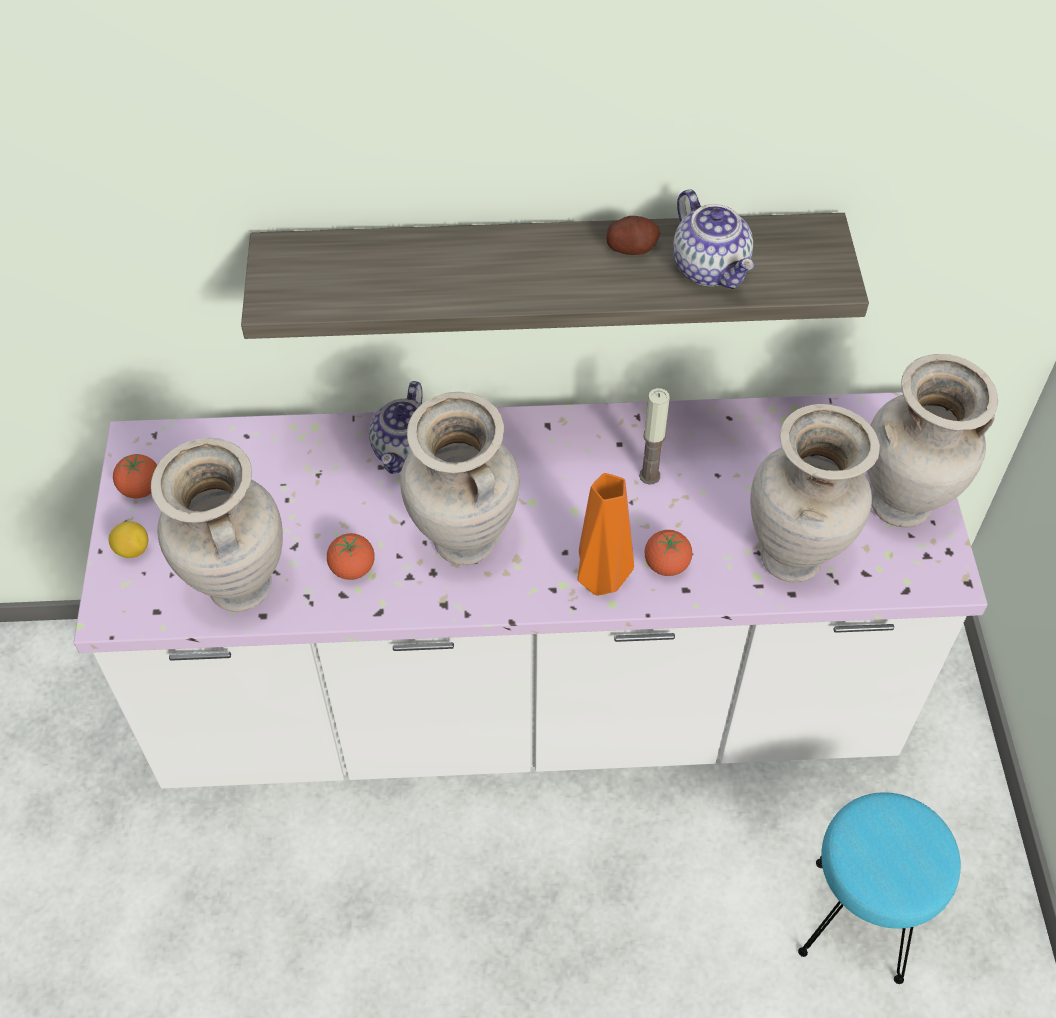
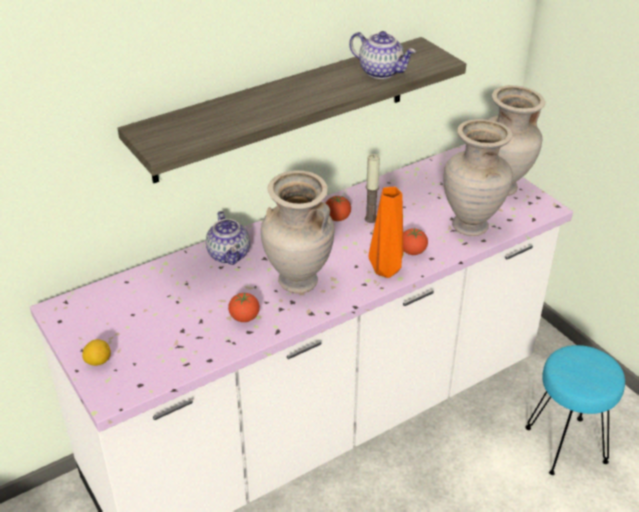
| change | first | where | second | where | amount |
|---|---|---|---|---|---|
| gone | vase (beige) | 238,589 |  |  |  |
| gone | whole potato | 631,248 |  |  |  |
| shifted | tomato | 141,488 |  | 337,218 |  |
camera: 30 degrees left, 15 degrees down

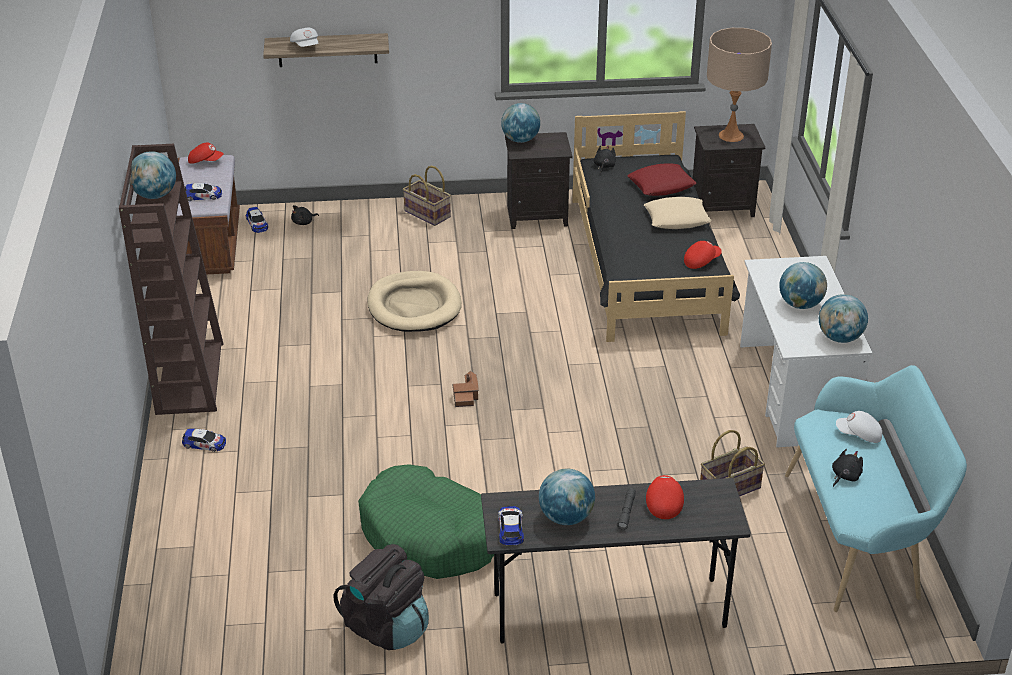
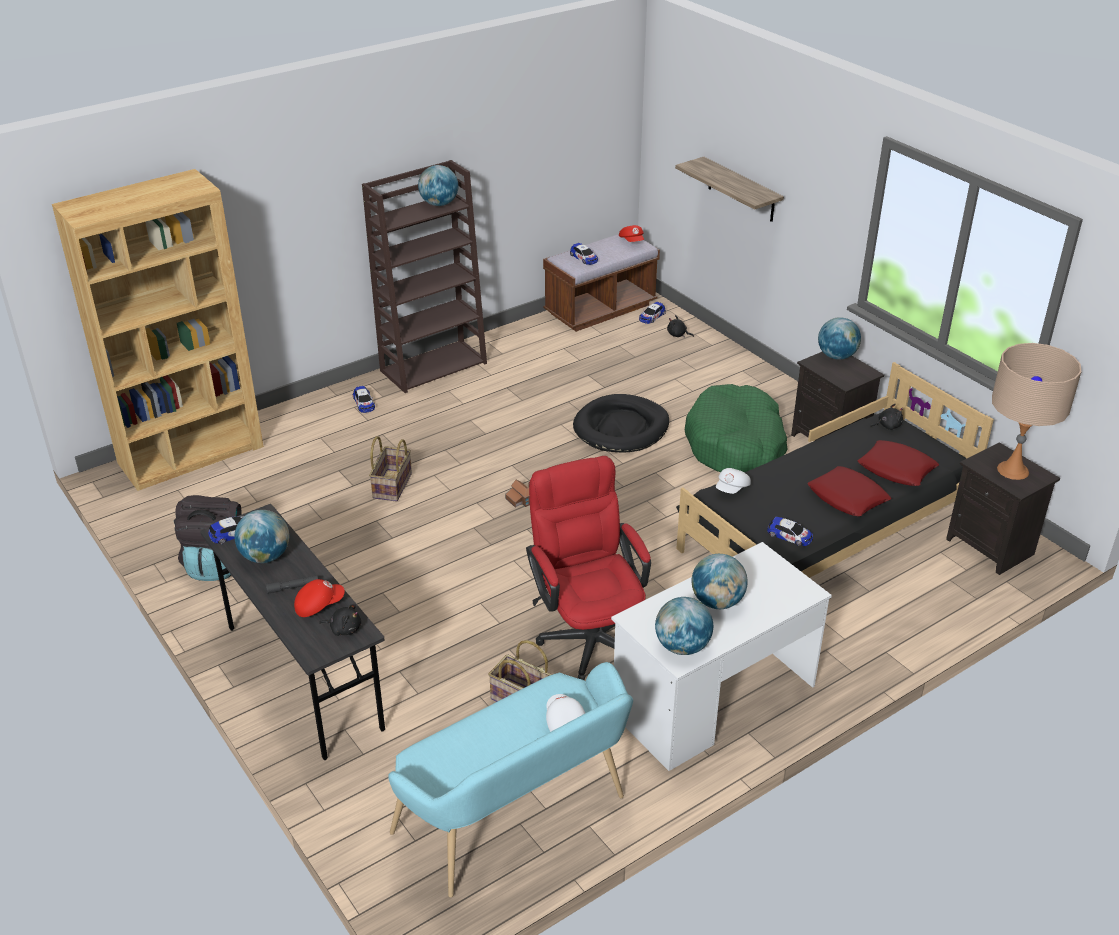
| change | first | where | second | where | amount |
|---|---|---|---|---|---|
| new |  |  | bookcase (brownish) | 191,454 |  |
| new |  |  | computer chair (reddish) | 588,633 |  |
| shifted | peaked cap (whitish) | 306,46 |  | 732,489 |  |
| shifted | dog cushion (green) | 431,536 |  | 736,445 |  |
| shifted | storage basket | 426,214 |  | 391,485 |  |
| shifted | cuddly toy (black-coloured) | 845,476 |  | 344,629 |  |
| swapped | peaked cap (reddish) | 701,261 | model car | 789,535 |  |
| repainted | dog cushion (beige) | 414,306 | dog cushion (black-coloured) | 621,428 |  |
| repainted | throw pillow (beige) | 677,218 | throw pillow (reddish) | 847,497 |  |
camera: 60 degrees right, 0 degrees up

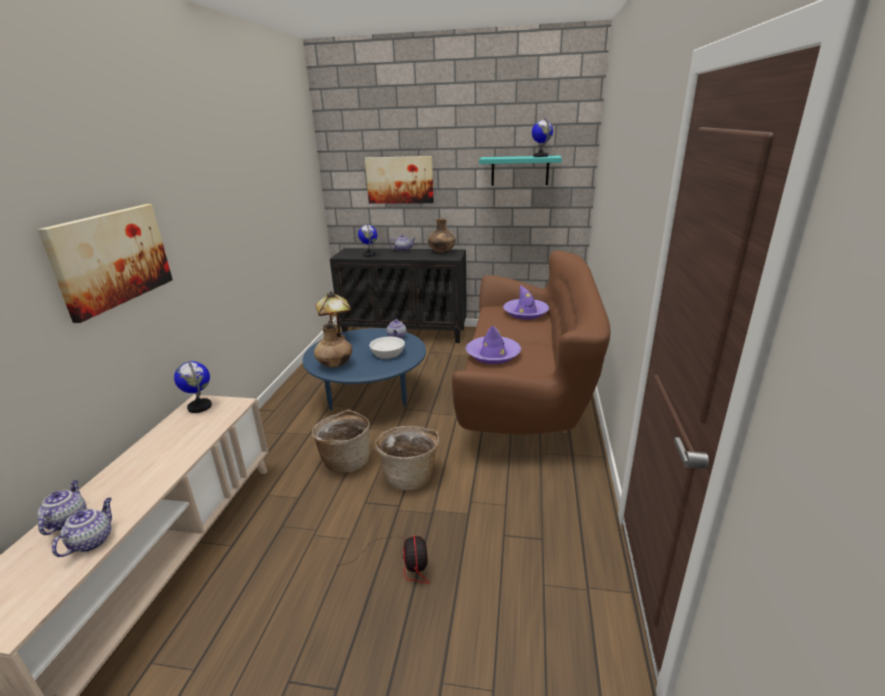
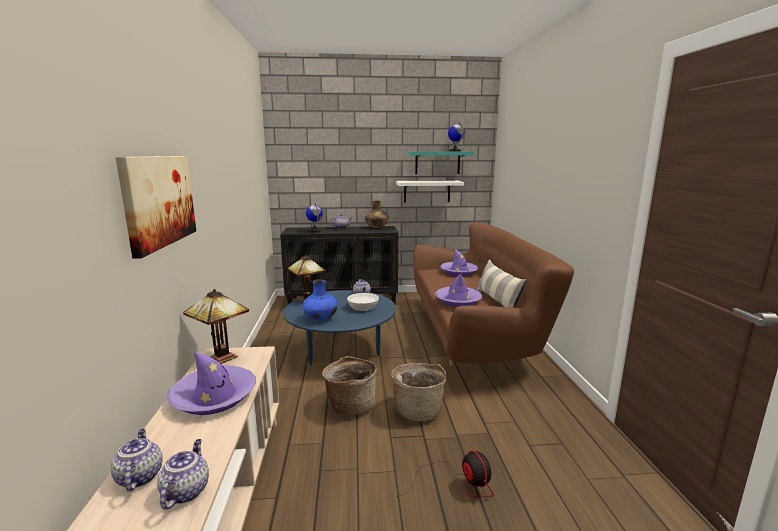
| change | first | where | second | where | amount |
|---|---|---|---|---|---|
| gone | wall art | 400,180 |  |  |  |
| new |  |  | hat (purple-coloured) | 214,397 |  |
| new |  |  | wall shelf (whitish) | 427,191 |  |
| new |  |  | throw pillow | 497,300 |  |
| swapped | globe | 200,406 | tabletop lamp | 220,358 |  |
| repainted | vase (brownish) | 335,365 | vase (blue) | 321,318 |  |
camera: 15 degrees left, 10 degrees down

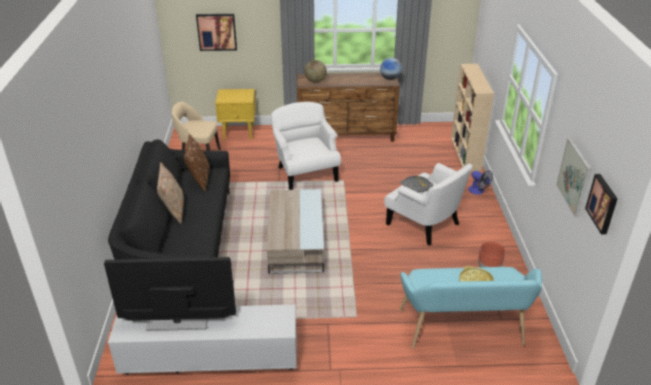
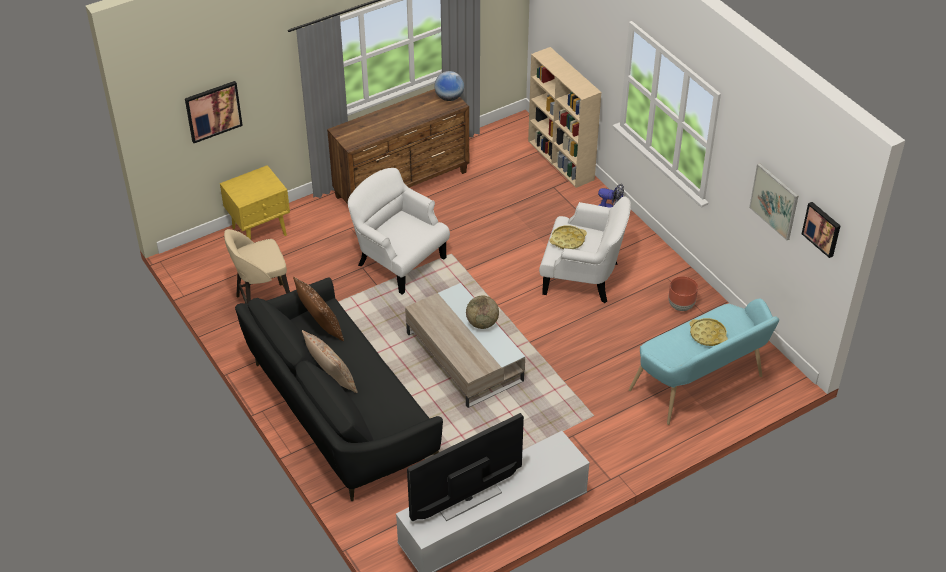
| change | first | where | second | where | amount |
|---|---|---|---|---|---|
| shifted | globe | 315,81 |  | 482,323 |  |
| repainted | serving tray (grey) | 416,186 | serving tray (yellowish) | 567,240 |  |
camera: 30 degrees left, 10 degrees up

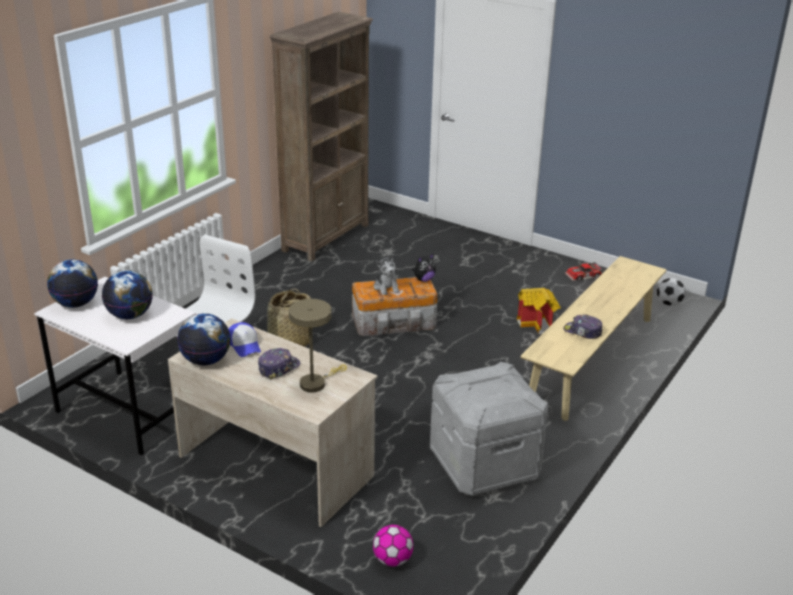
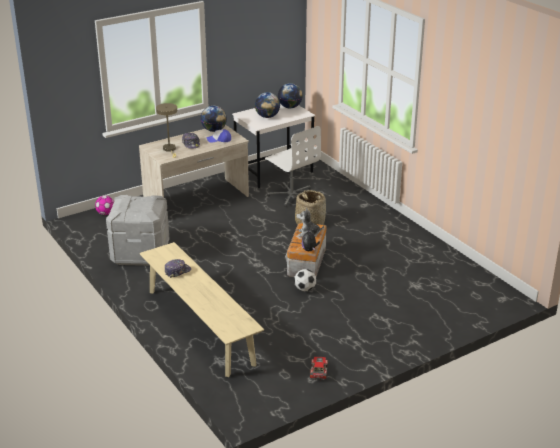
| change | first | where | second | where | amount |
|---|---|---|---|---|---|
| gone | bookcase (brownish) | 326,237 |  |  |  |
| gone | miniature house | 538,324 |  |  |  |
| shifted | football | 669,303 |  | 305,289 |  |
camera: 115 degrees right, 0 degrees up

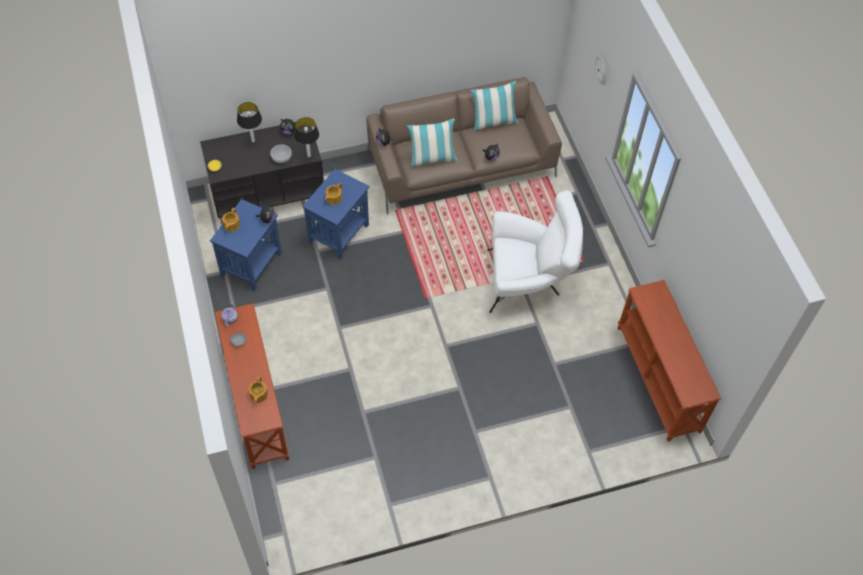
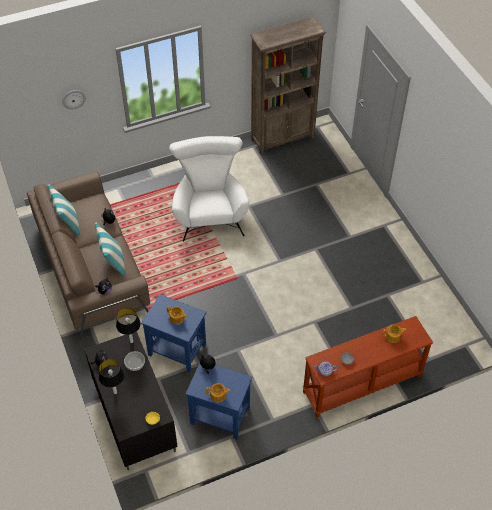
| change | first | where | second | where | amount |
|---|---|---|---|---|---|
| swapped | narrow table (brownish) | 659,378 | bookcase (brownish) | 283,138 |  |
camera: 95 degrees left, 5 degrees down

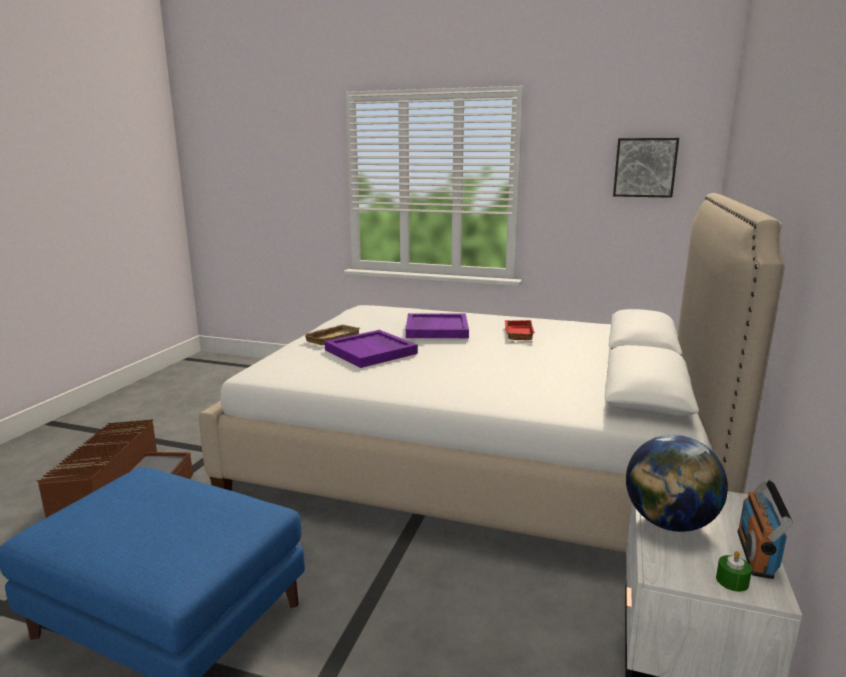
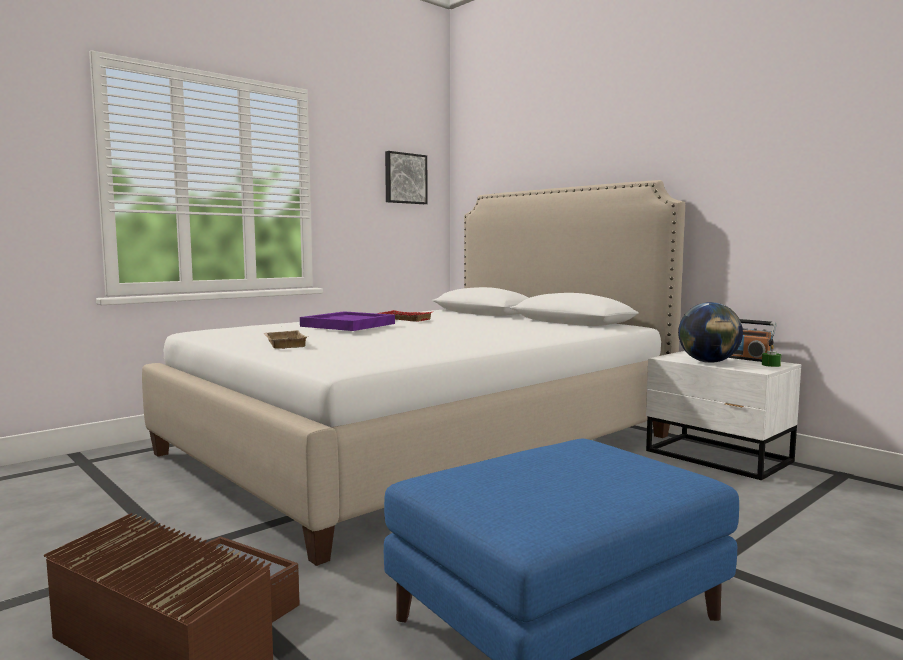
| change | first | where | second | where | amount |
|---|---|---|---|---|---|
| gone | serving tray (purple-coloured) | 371,351 |  |  |  |
camera: 60 degrees left, 10 degrees down

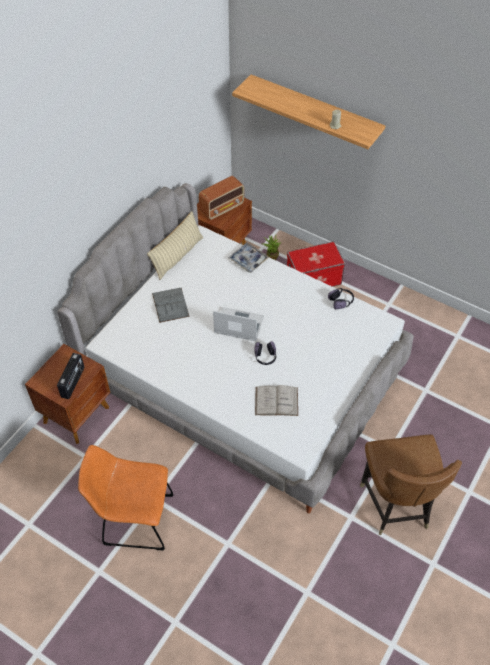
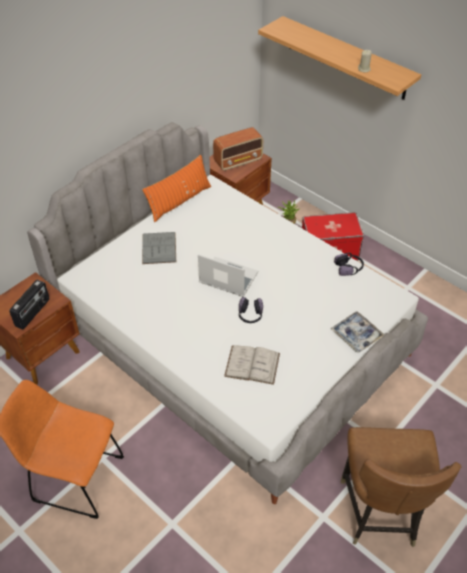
| change | first | where | second | where | amount |
|---|---|---|---|---|---|
| shifted | serving tray | 248,260 |  | 356,335 |  |
| repainted | throw pillow (beige) | 177,256 | throw pillow (orangey) | 179,201 |  |
camera: 10 degrees right, 5 degrees down

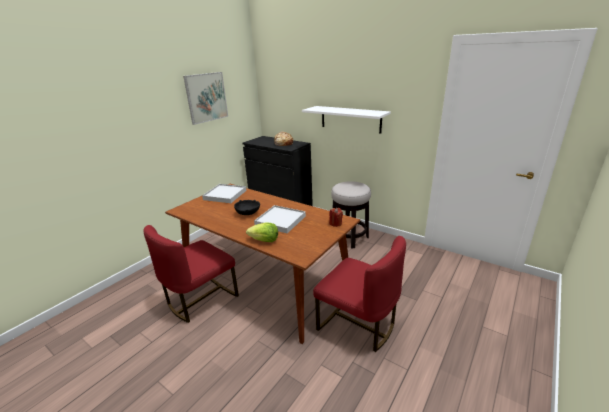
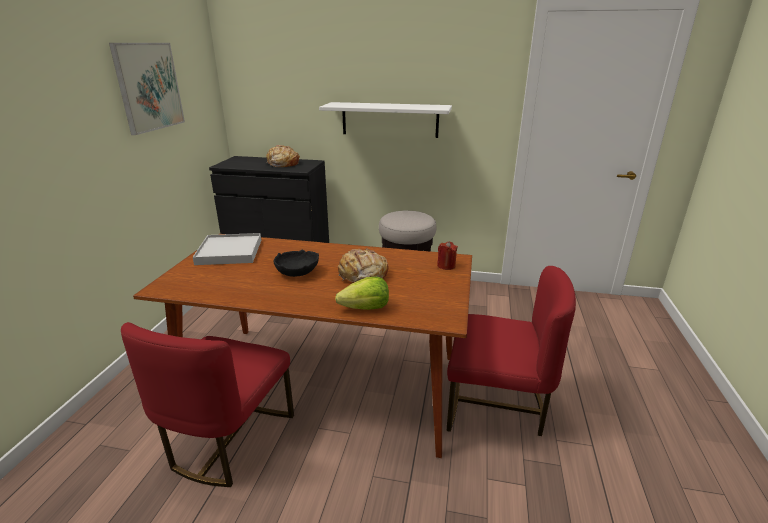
| change | first | where | second | where | amount |
|---|---|---|---|---|---|
| swapped | serving tray (whitish) | 280,221 | bakery bread | 362,275 |  |
camera: 25 degrees left, 0 degrees up

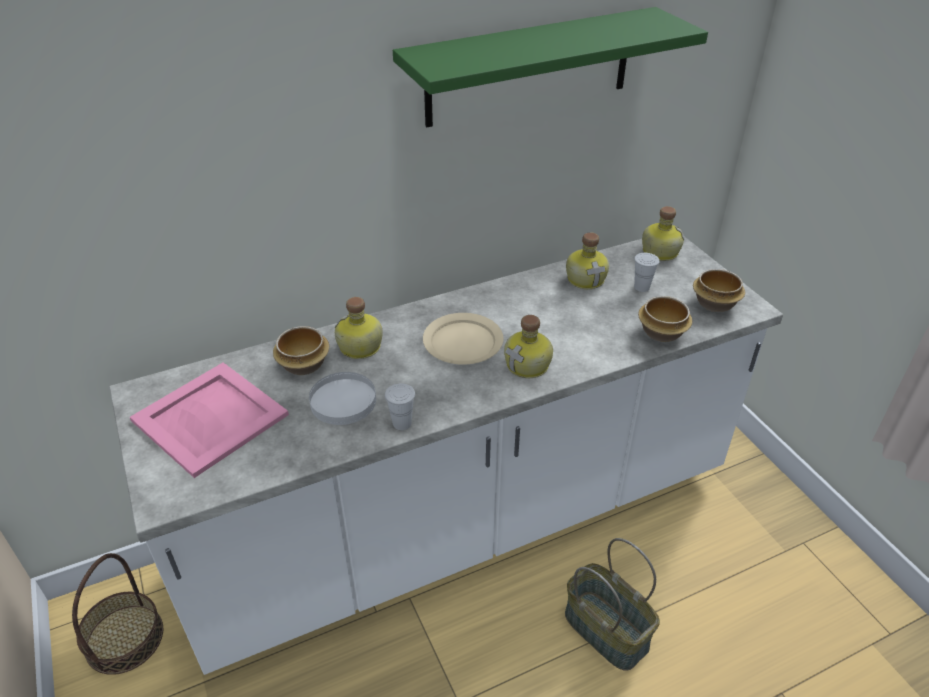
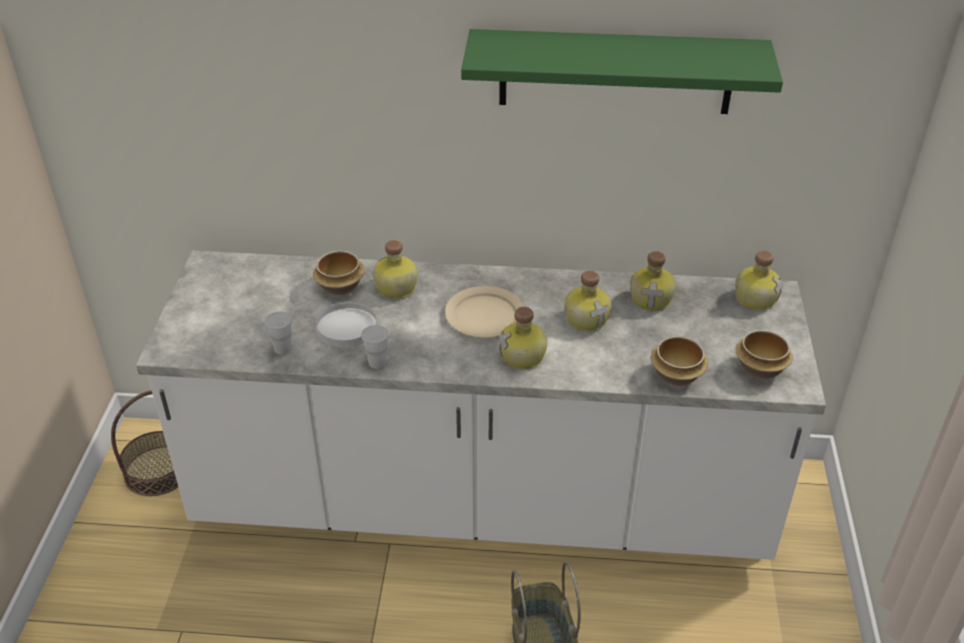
| change | first | where | second | where | amount |
|---|---|---|---|---|---|
| gone | serving tray (pinkish) | 210,419 |  |  |  |
| new |  |  | drink bottle | 587,318 |  |
| shifted | cup (whitish) | 641,287 |  | 282,348 |  |
camera: 30 degrees right, 0 degrees up

